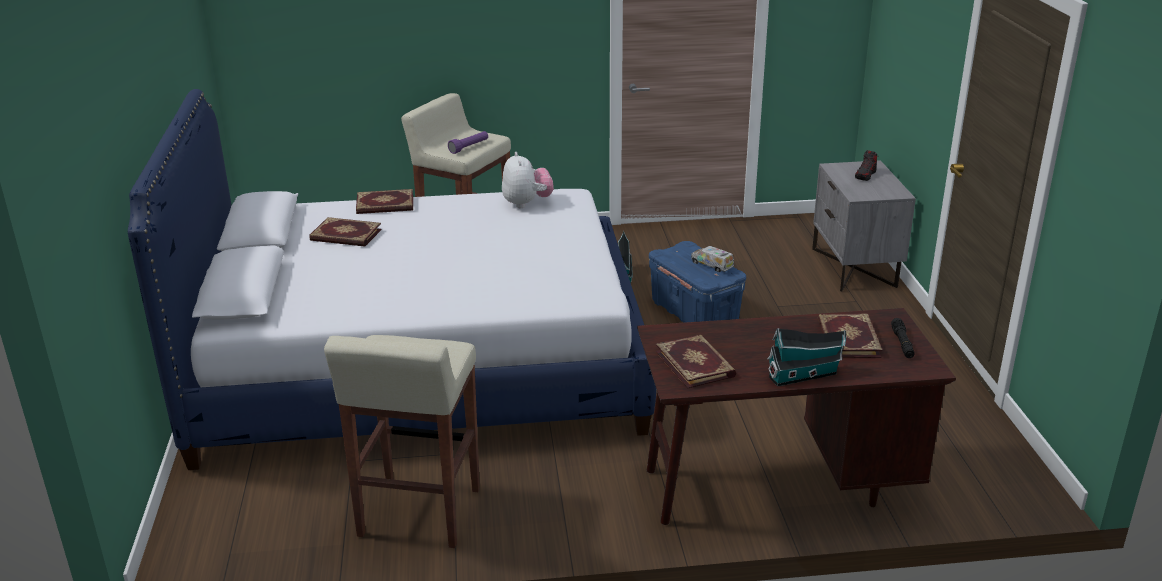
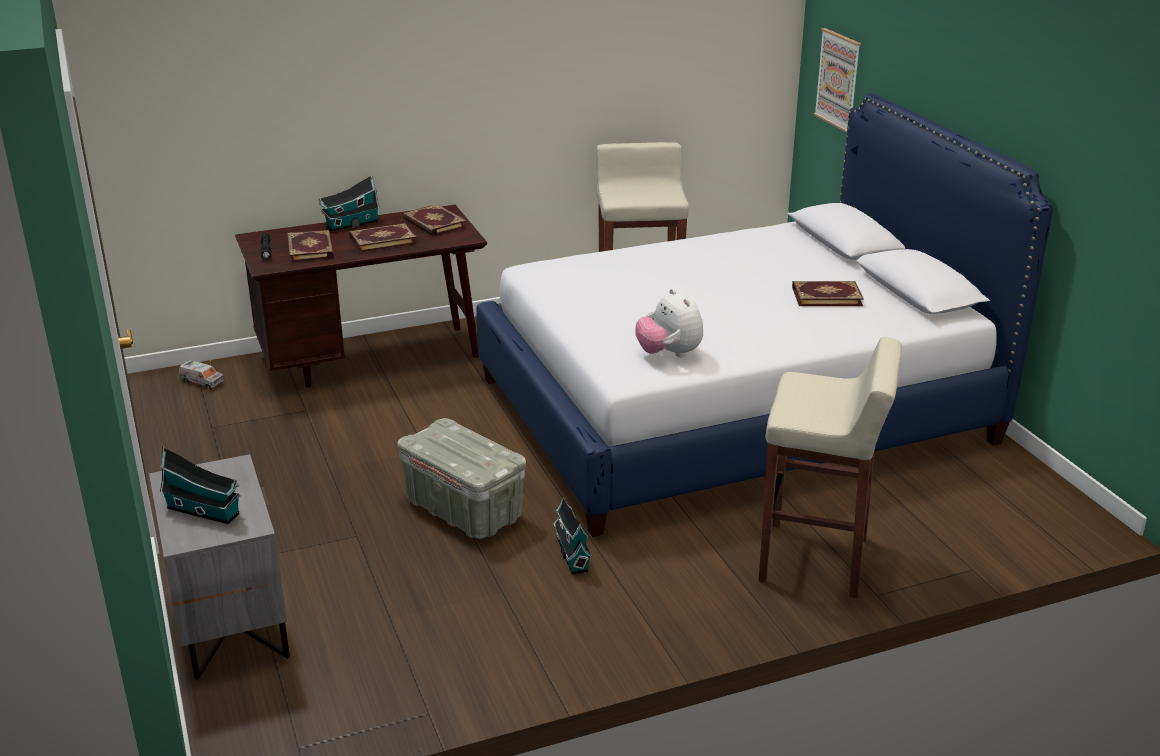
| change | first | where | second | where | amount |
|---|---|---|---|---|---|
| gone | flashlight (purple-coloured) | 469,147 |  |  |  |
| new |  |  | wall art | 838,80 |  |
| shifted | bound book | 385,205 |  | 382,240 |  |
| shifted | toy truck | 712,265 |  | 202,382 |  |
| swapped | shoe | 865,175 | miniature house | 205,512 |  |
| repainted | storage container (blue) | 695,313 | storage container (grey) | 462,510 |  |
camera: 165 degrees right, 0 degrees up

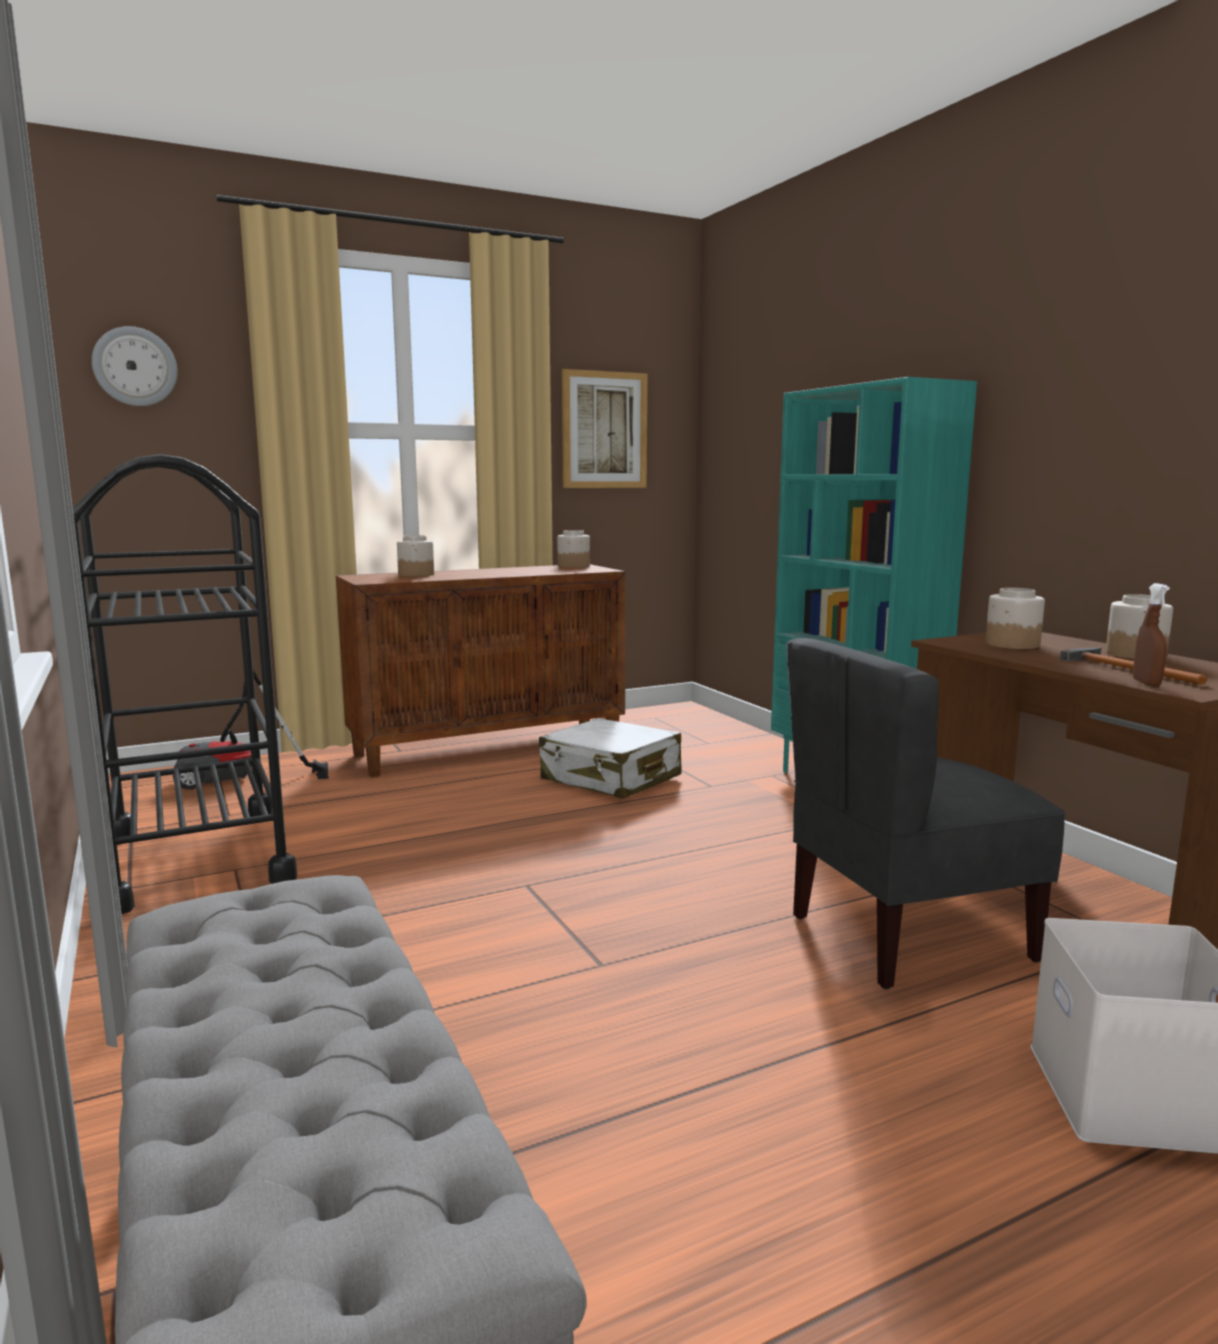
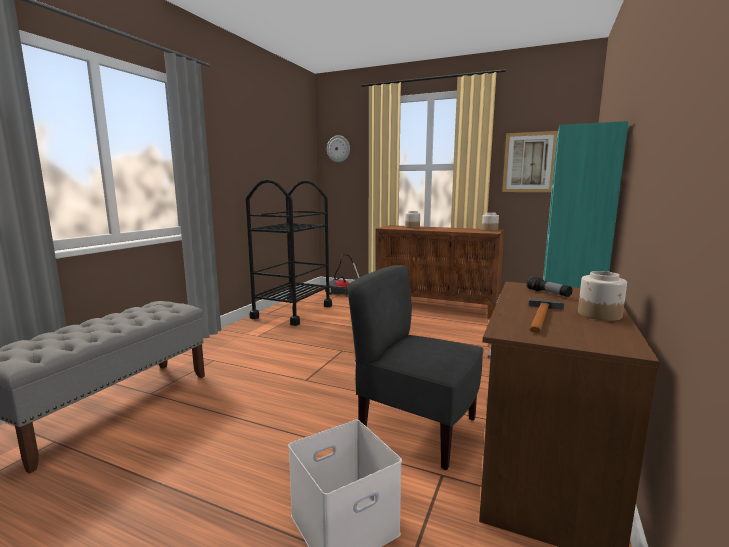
| change | first | where | second | where | amount |
|---|---|---|---|---|---|
| gone | travel case (whitish) | 610,778 |  |  |  |
| gone | hand sprayer (brownish) | 1146,683 |  |  |  |
| swapped | preserve jar | 1011,644 | flashlight | 548,293 |  |
camera: 50 degrees right, 0 degrees up

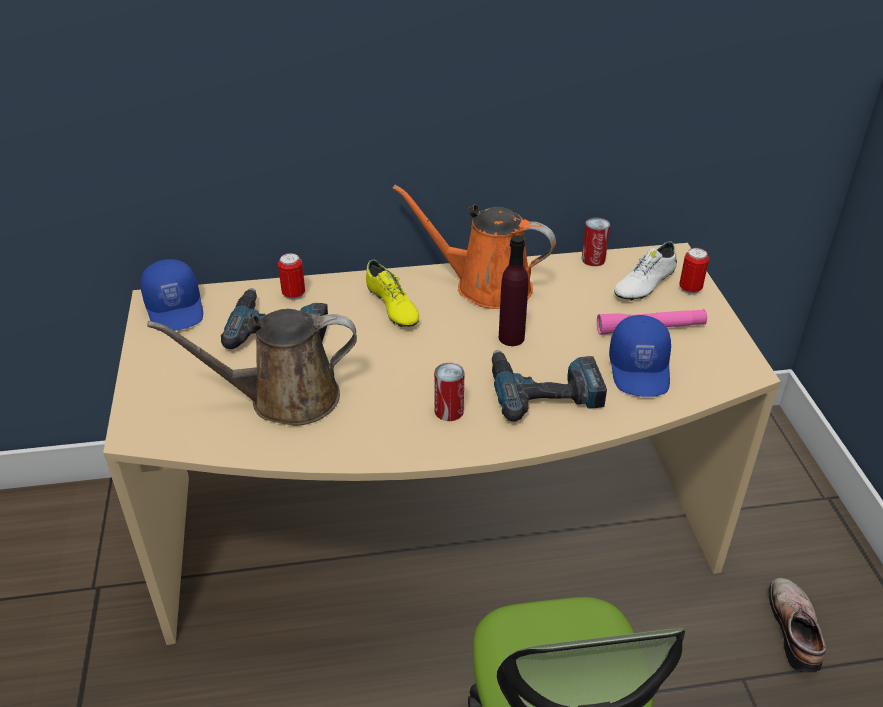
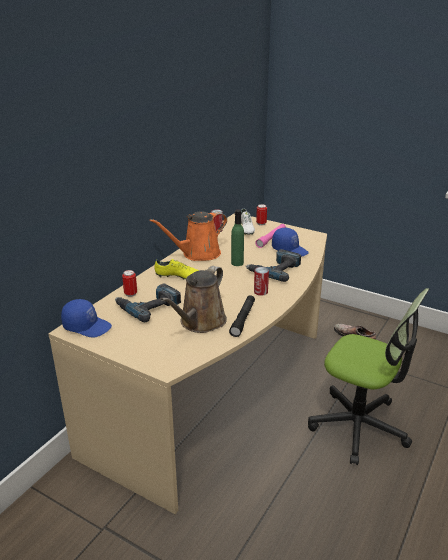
| change | first | where | second | where | amount |
|---|---|---|---|---|---|
| new |  |  | flashlight (black-coloured) | 243,319 |  |
| repainted | drink bottle (purple-coloured) | 511,338 | drink bottle (green) | 237,263 |  |
camera: 50 degrees left, 10 degrees down

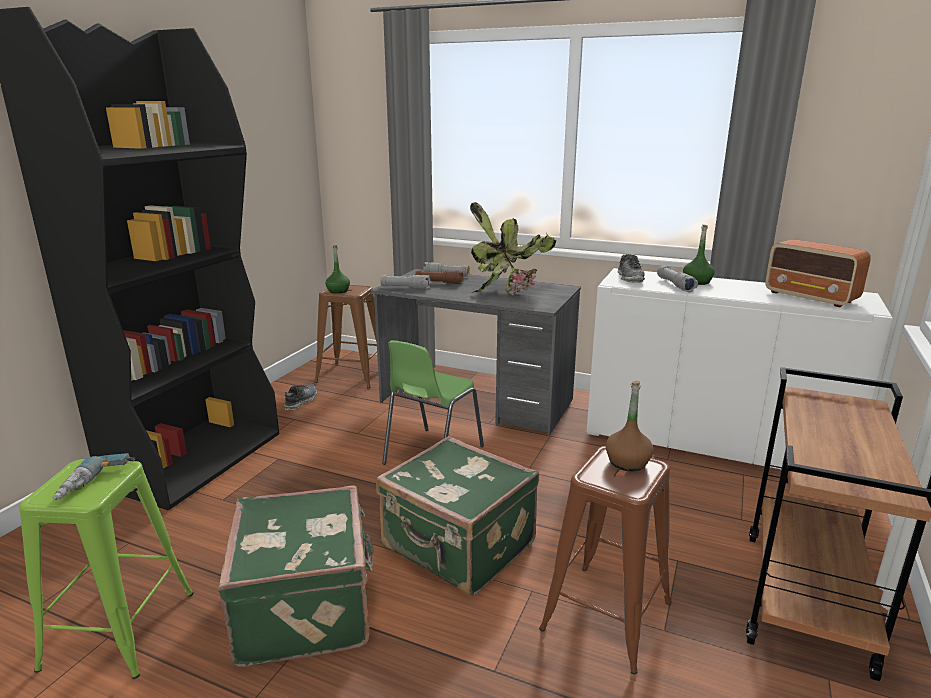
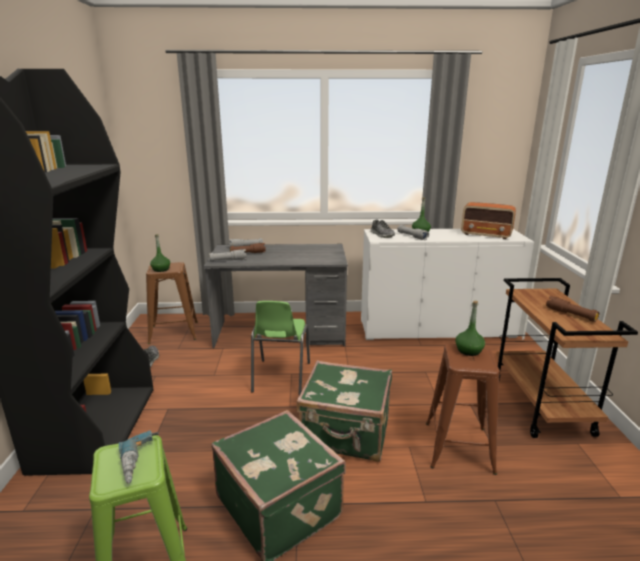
| change | first | where | second | where | amount |
|---|---|---|---|---|---|
| gone | potted plant | 508,291 |  |  |  |
| new |  |  | flashlight (brownish) | 570,315 |  |
| repainted | drink bottle (brownish) | 627,462 | drink bottle (green) | 468,350 |  |
camera: 25 degrees left, 0 degrees up

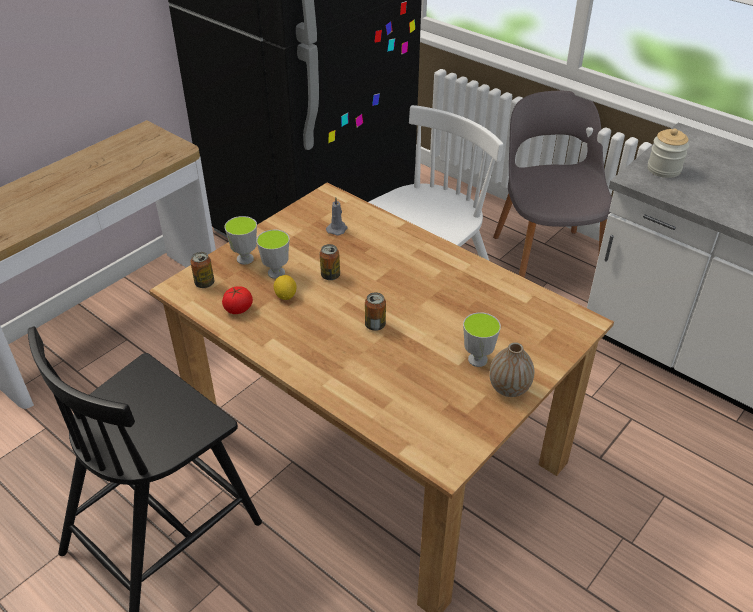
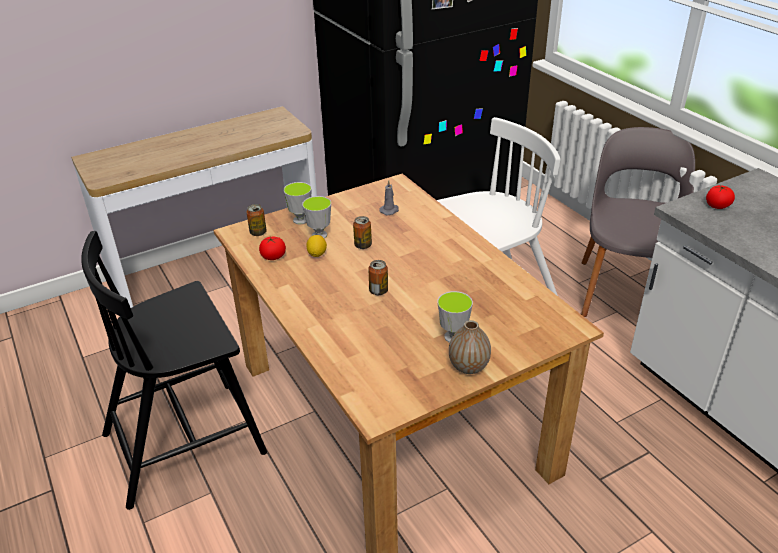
| change | first | where | second | where | amount |
|---|---|---|---|---|---|
| swapped | preserve jar | 663,169 | tomato | 717,206 |  |
camera: 20 degrees right, 5 degrees down

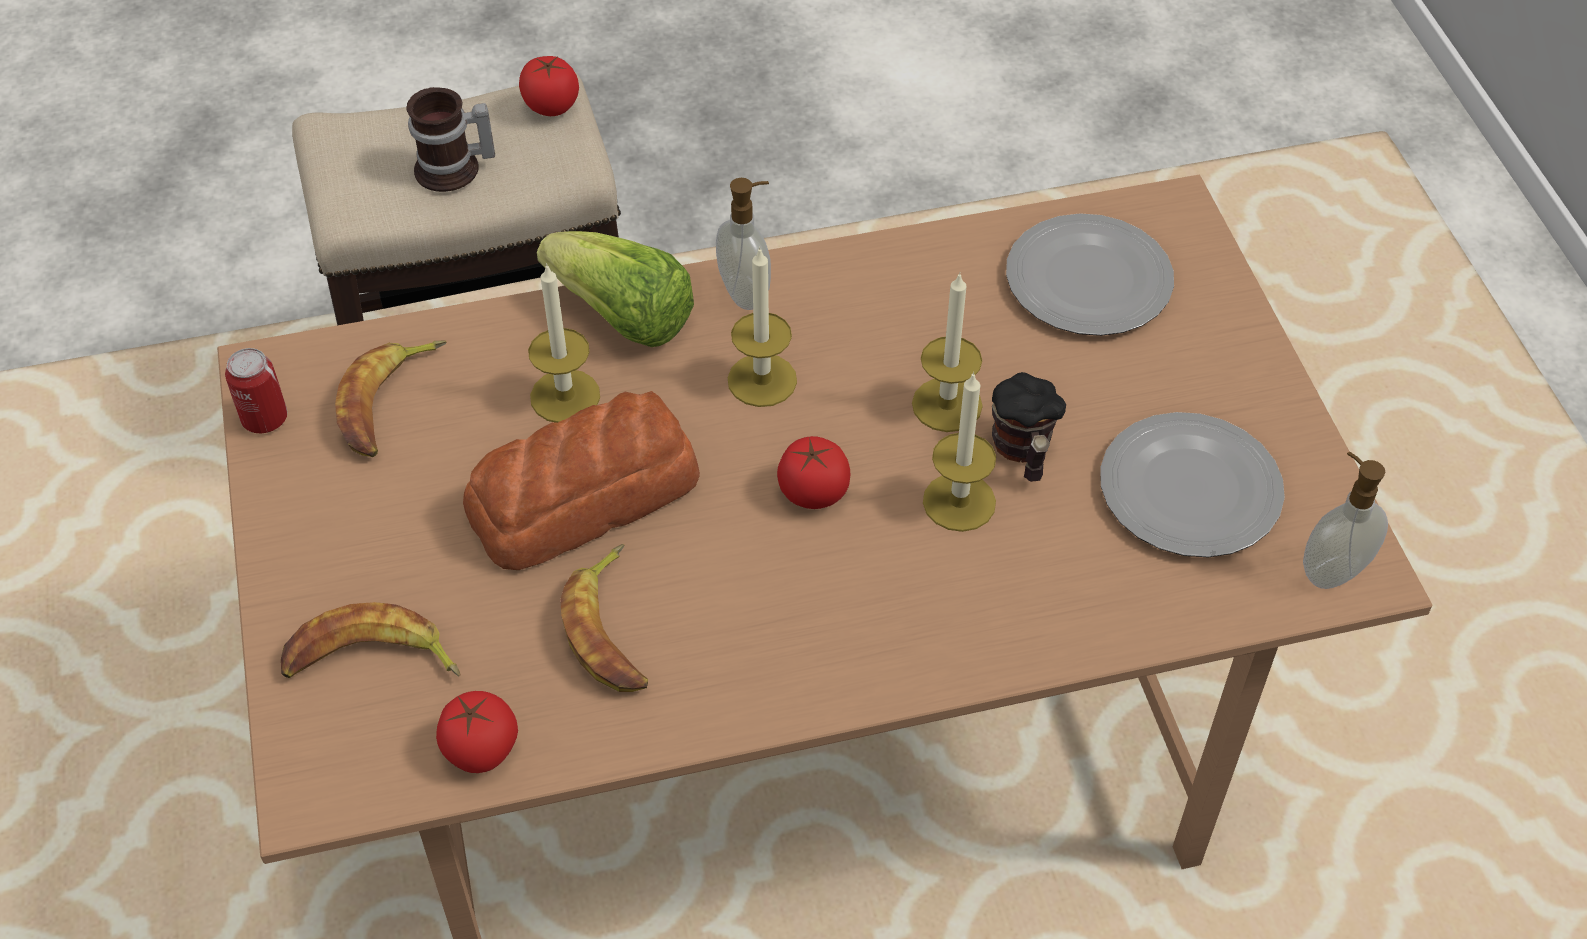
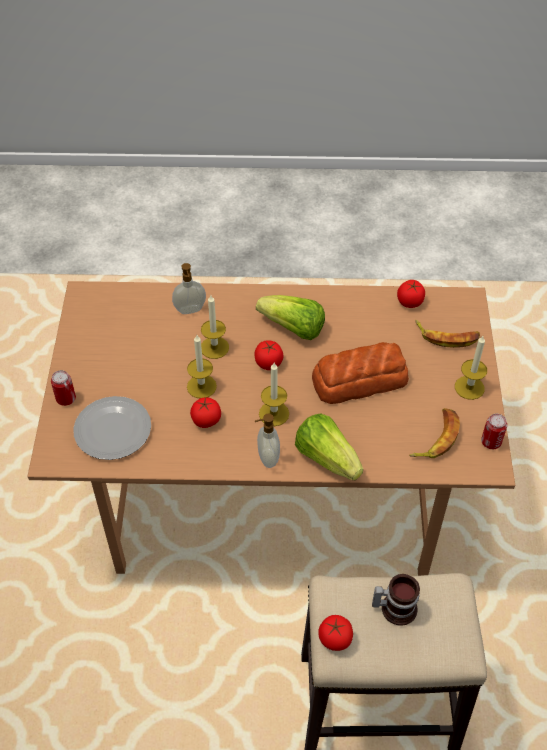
| change | first | where | second | where | amount |
|---|---|---|---|---|---|
| gone | banana | 612,630 |  |  |  |
| gone | coffee mug | 1022,452 |  |  |  |
| gone | flat dish | 1192,488 |  |  |  |
| new |  |  | sealed can | 66,399 |  |
| new |  |  | tomato | 206,420 |  |
| new |  |  | lettuce | 293,328 |  |
| shifted | wax candle | 565,396 |  | 469,387 |  |
| shifted | soap dispenser | 1332,570 |  | 190,310 |  |
camera: 165 degrees left, 0 degrees up

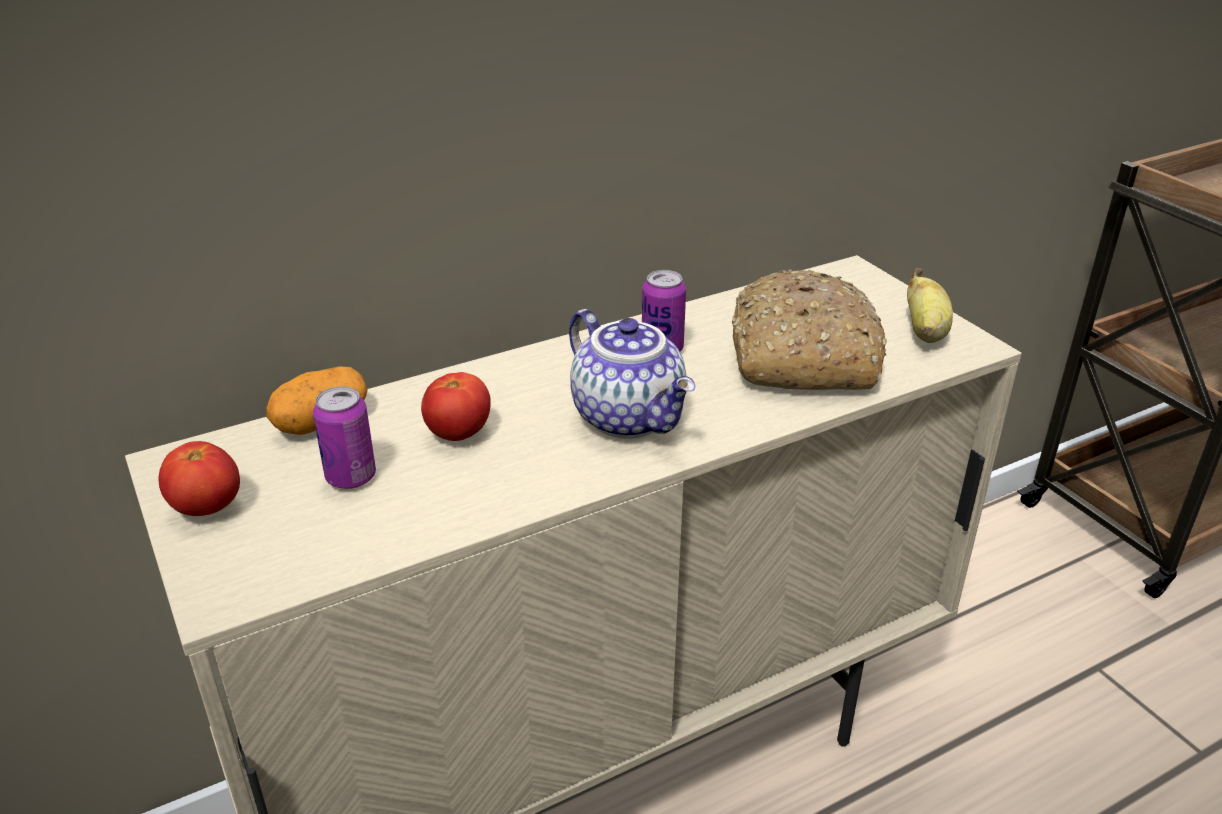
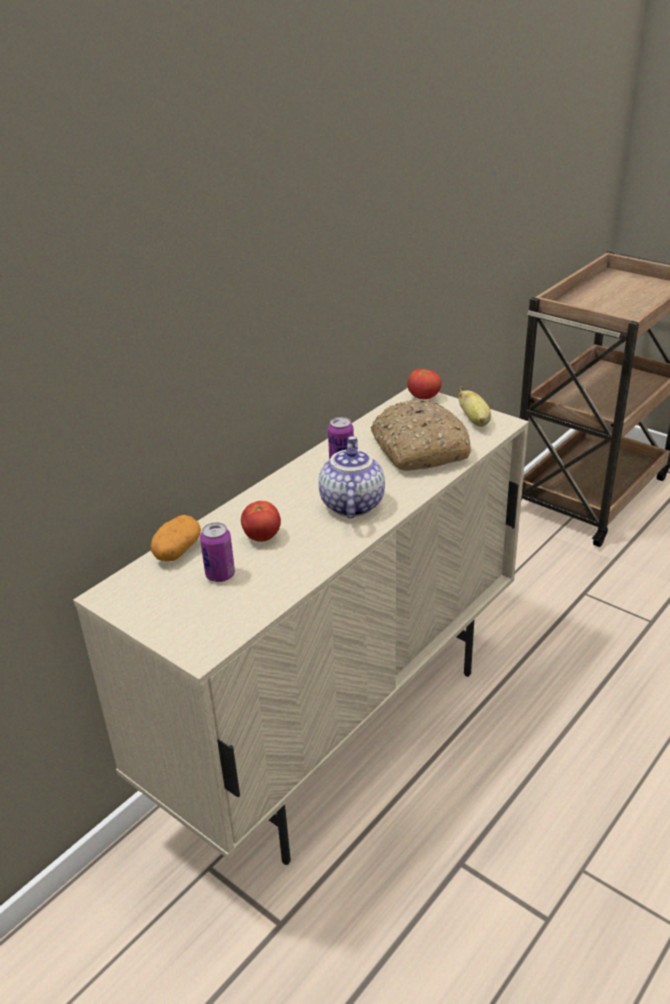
| change | first | where | second | where | amount |
|---|---|---|---|---|---|
| shifted | tomato | 207,508 |  | 424,398 |  |
| rotated | tea pot | 631,417 |  | 350,504 | 120 degrees counterclockwise |
camera: 20 degrees left, 0 degrees up

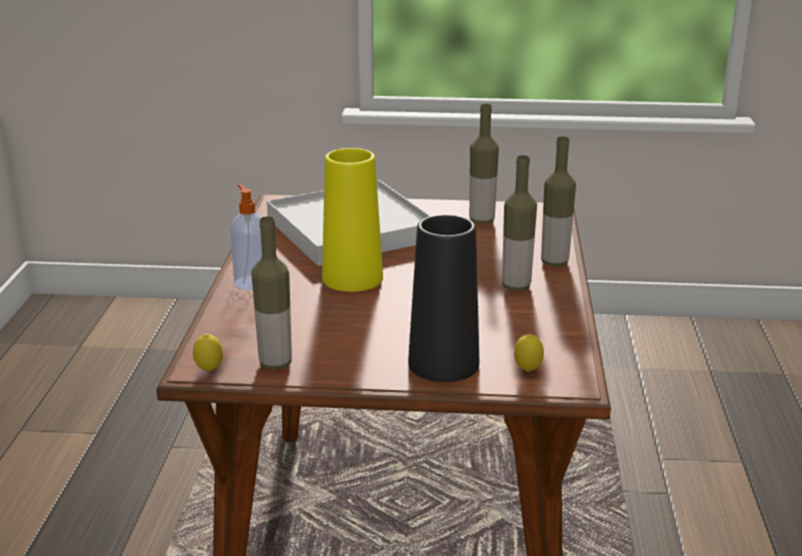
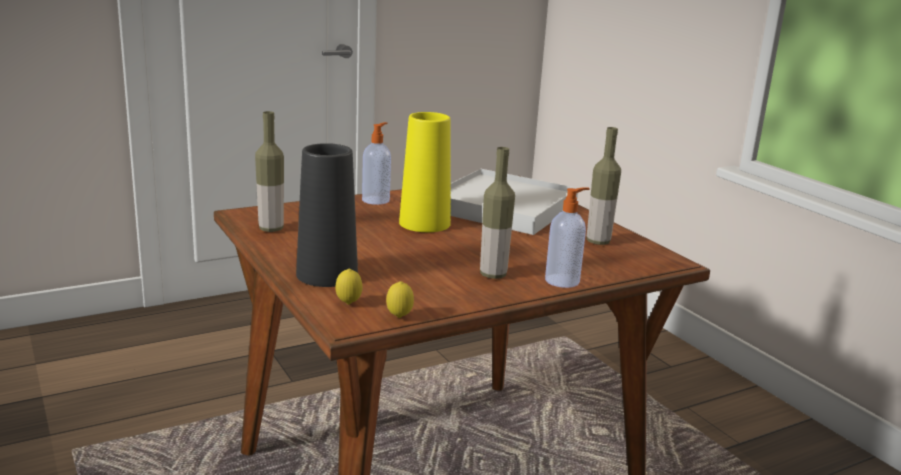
| change | first | where | second | where | amount |
|---|---|---|---|---|---|
| shifted | lemon | 209,371 |  | 399,317 |  |
| swapped | drink bottle | 554,262 | soap dispenser | 563,281 |  |
camera: 55 degrees right, 5 degrees down

